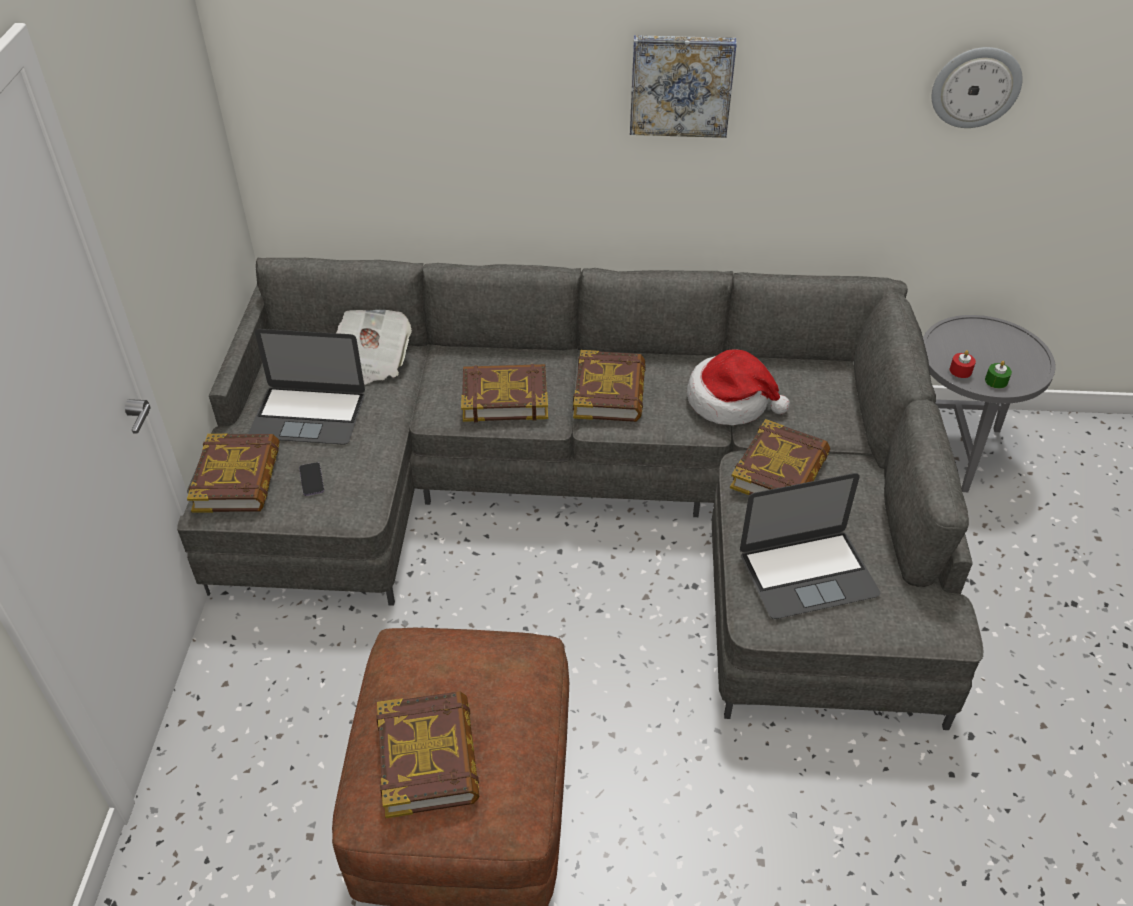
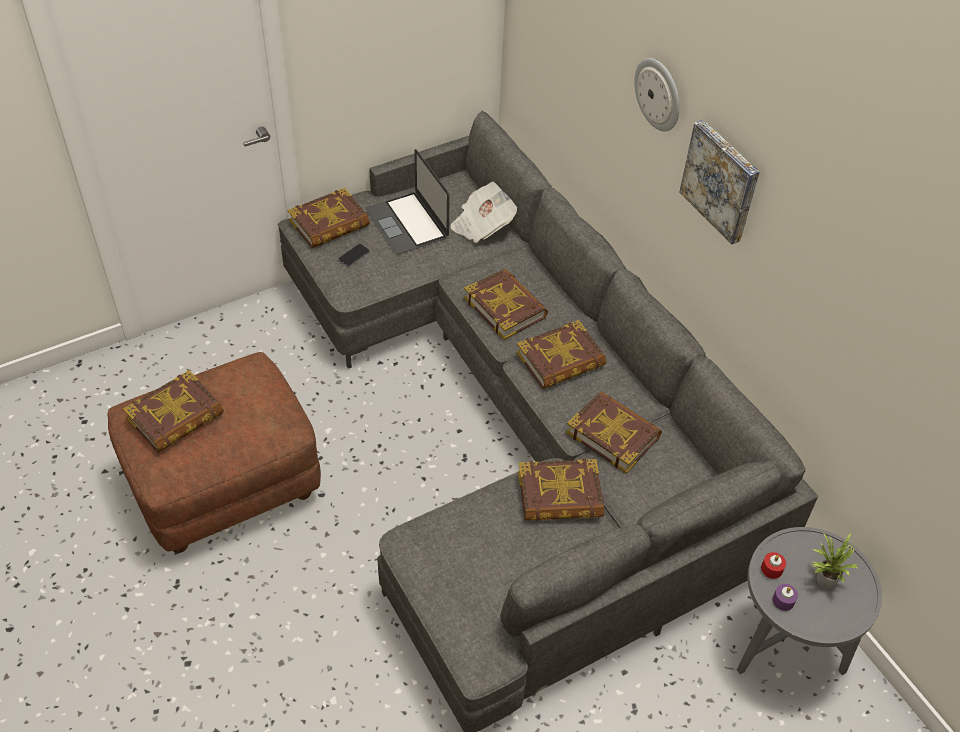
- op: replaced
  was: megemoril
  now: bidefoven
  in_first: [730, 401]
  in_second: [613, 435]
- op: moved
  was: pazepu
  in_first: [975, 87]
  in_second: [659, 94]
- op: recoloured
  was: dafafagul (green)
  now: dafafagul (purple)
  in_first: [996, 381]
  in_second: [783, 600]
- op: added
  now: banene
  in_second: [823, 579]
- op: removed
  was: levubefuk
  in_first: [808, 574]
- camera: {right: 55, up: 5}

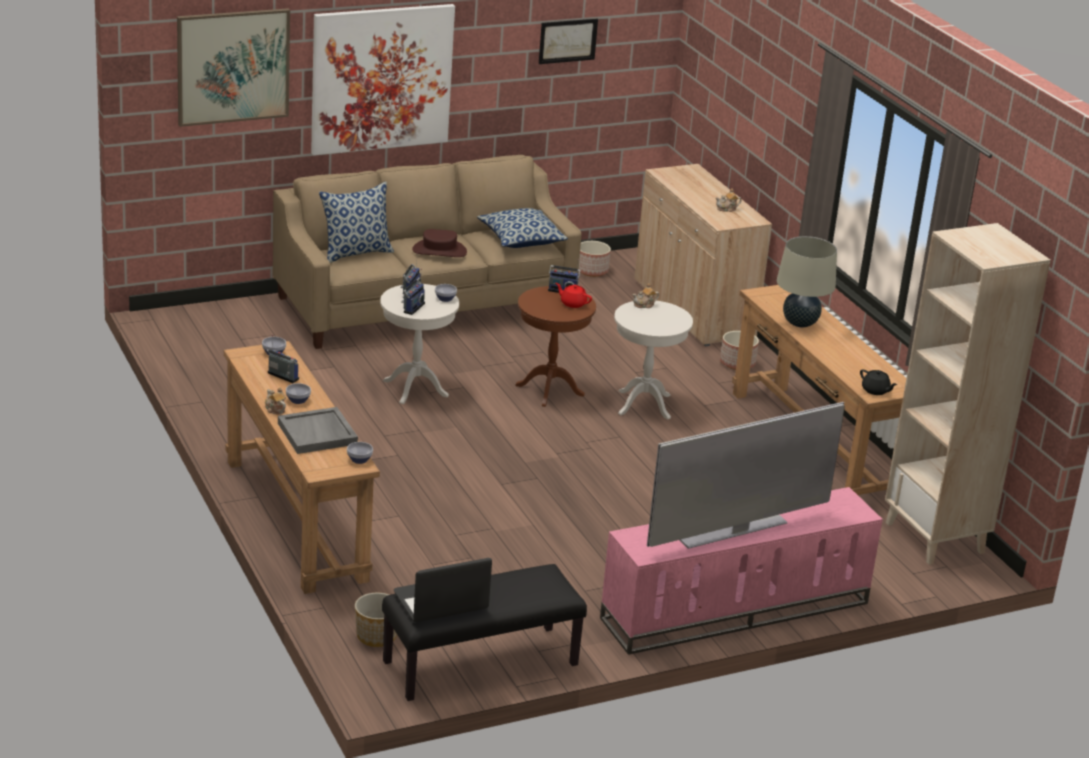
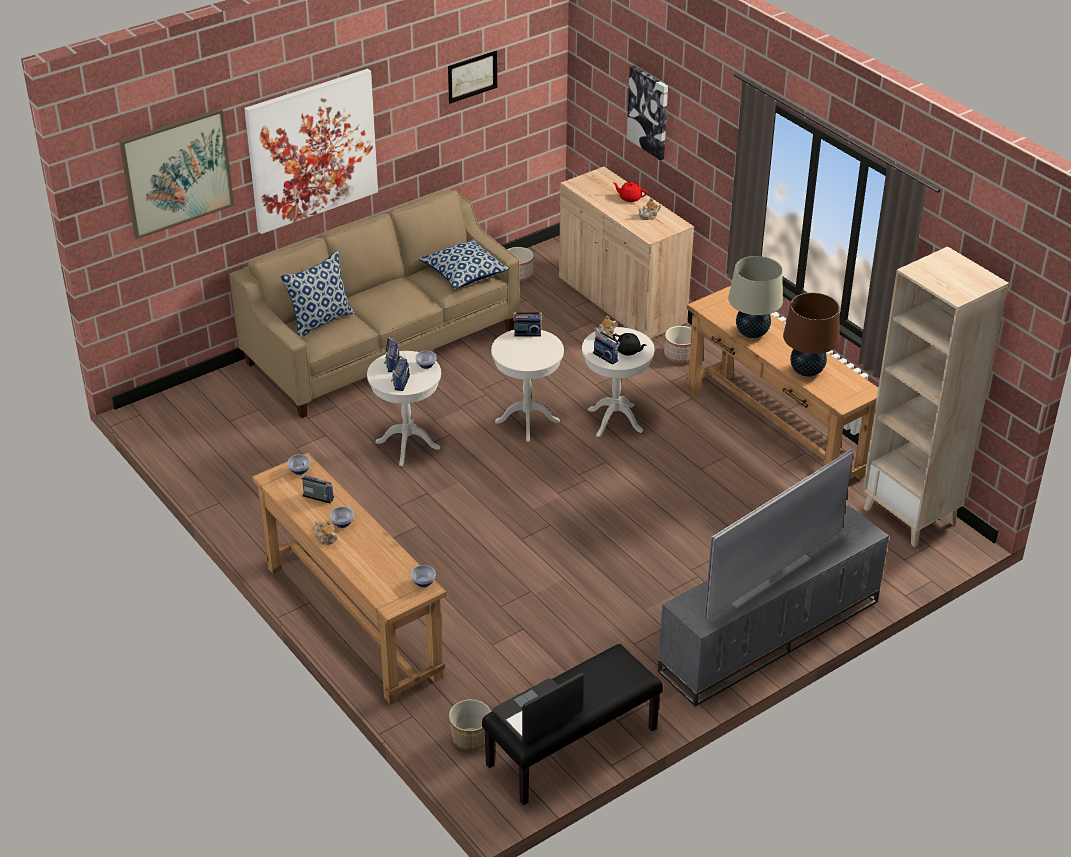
- op: recoloured
  was: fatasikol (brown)
  now: fatasikol (white)
  in_first: [550, 390]
  in_second: [527, 421]
- op: added
  now: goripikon
  in_second: [606, 356]
- op: moved
  was: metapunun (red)
  in_first: [573, 303]
  in_second: [629, 198]
- op: moved
  was: metapunun (black)
  in_first: [875, 391]
  in_second: [628, 351]
- op: added
  now: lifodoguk
  in_second: [649, 112]
- op: recoloured
  was: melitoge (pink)
  now: melitoge (grey)
  in_first: [734, 612]
  in_second: [769, 637]
- op: added
  now: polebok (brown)
  in_second: [807, 371]
- op: removed
  was: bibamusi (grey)
  in_first: [318, 434]
- op: removed
  was: megemoril (brown)
  in_first: [439, 251]
- camera: {right: -10, up: 10}

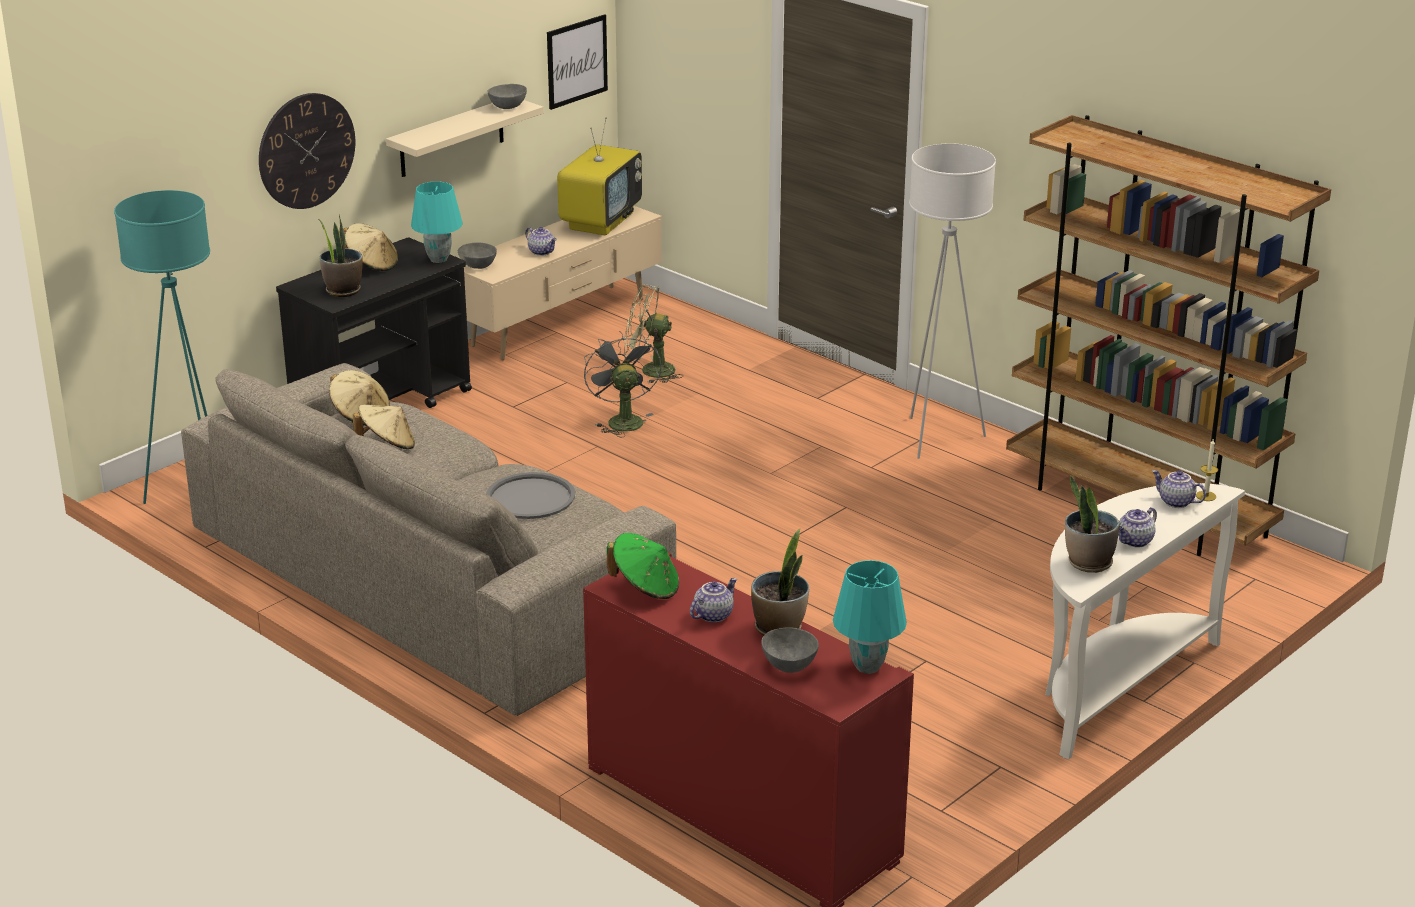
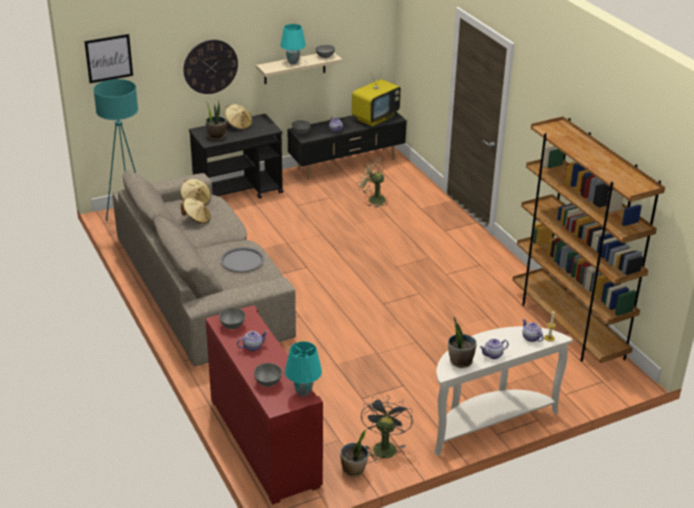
- op: moved
  was: lifodoguk
  in_first: [576, 61]
  in_second: [109, 58]
- op: replaced
  was: megemoril (green)
  now: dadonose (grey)
  in_first: [645, 587]
  in_second: [232, 325]
- op: moved
  was: polebok (turquoise)
  in_first: [439, 259]
  in_second: [293, 62]
- op: recoloured
  was: melitoge (beige)
  now: melitoge (black)
  in_first: [560, 323]
  in_second: [347, 165]
- op: moved
  was: banene
  in_first: [779, 629]
  in_second: [354, 470]
- op: moved
  was: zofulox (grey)
  in_first: [622, 420]
  in_second: [384, 446]
- op: removed
  was: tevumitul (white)
  in_first: [937, 438]
- camera: {right: 20, up: 5}

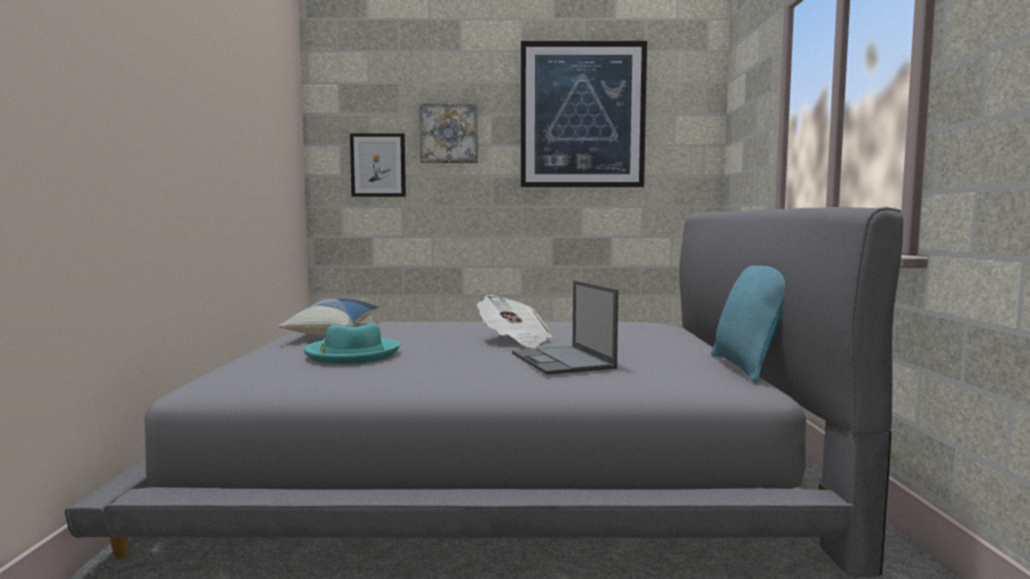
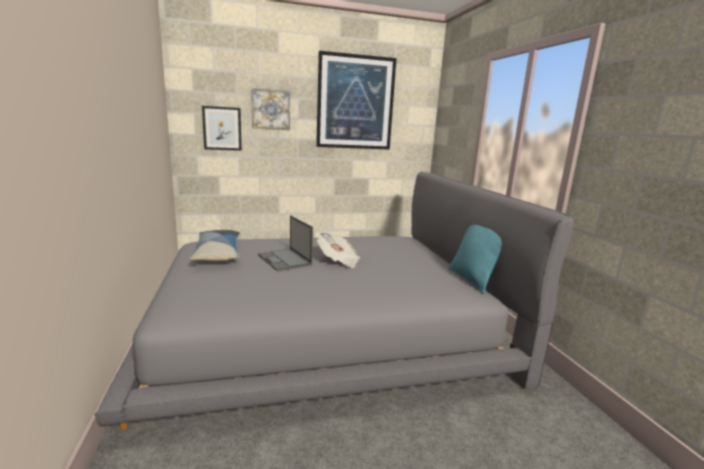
- op: moved
  was: levubefuk
  in_first: [563, 361]
  in_second: [285, 260]
- op: removed
  was: megemoril (turquoise)
  in_first: [352, 354]
- camera: {right: -15, up: 10}

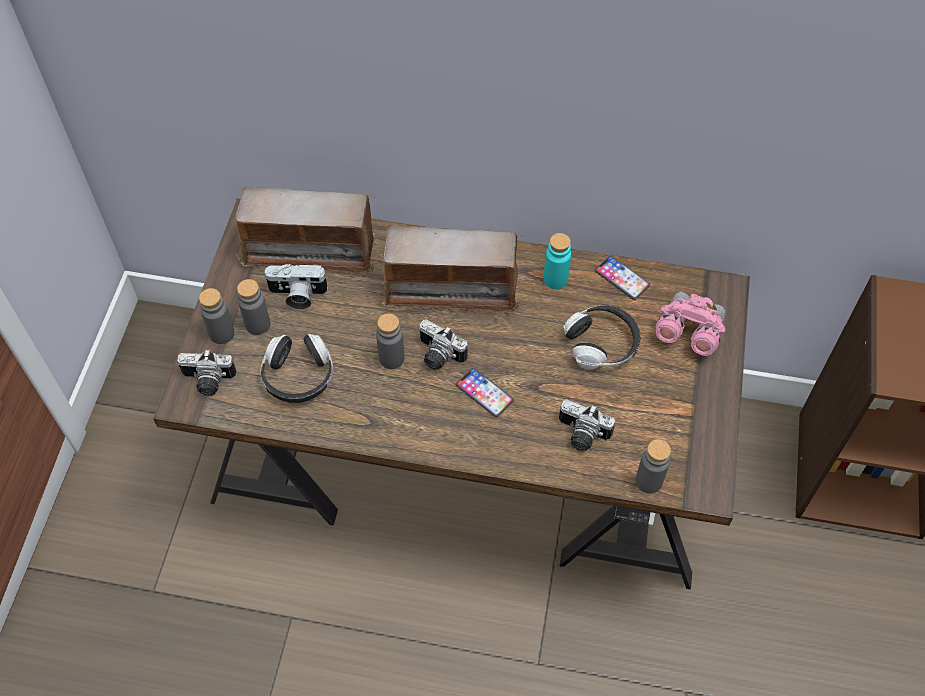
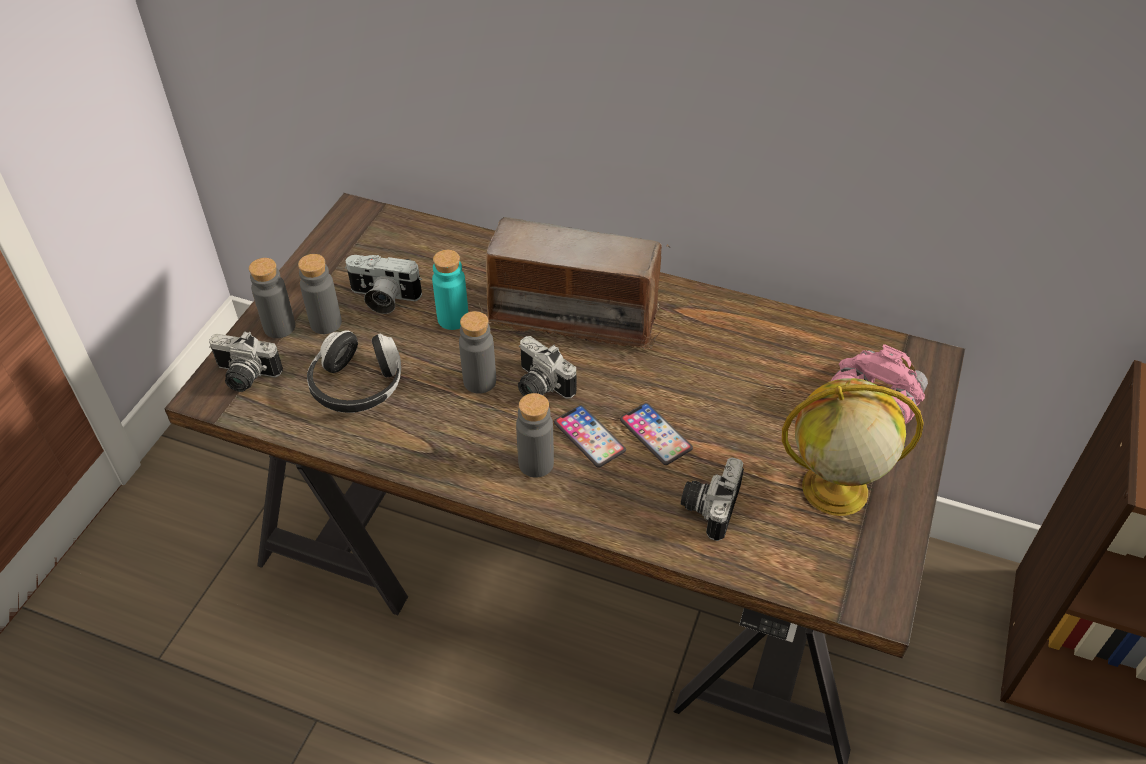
- op: moved
  was: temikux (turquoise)
  in_first: [555, 279]
  in_second: [453, 319]
- op: moved
  was: temikux (grey)
  in_first: [648, 481]
  in_second: [536, 463]
- op: moved
  was: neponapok
  in_first: [622, 278]
  in_second: [655, 434]
- op: turned
  was: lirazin
  in_first: [581, 435]
  in_second: [708, 506]
  clockwise: 75
- op: added
  now: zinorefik
  in_second: [832, 489]
- op: removed
  was: goripikon
  in_first: [311, 251]
- op: removed
  was: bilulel
  in_first: [601, 344]
- camera: {right: 10, up: -10}

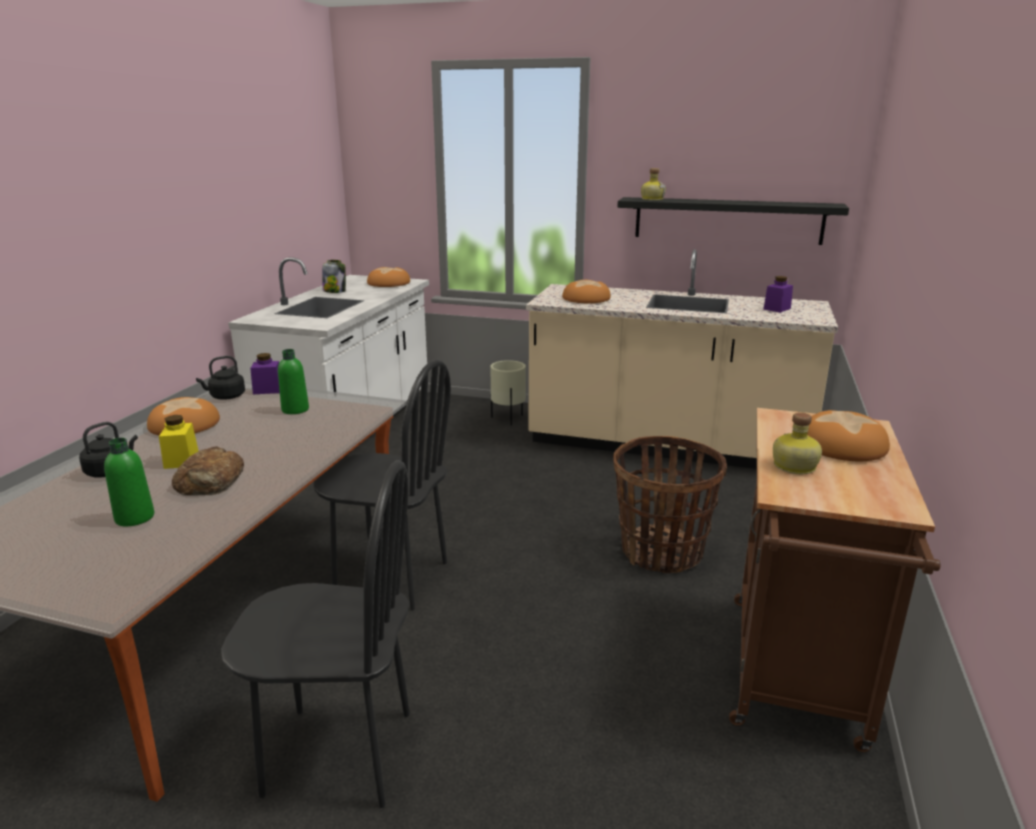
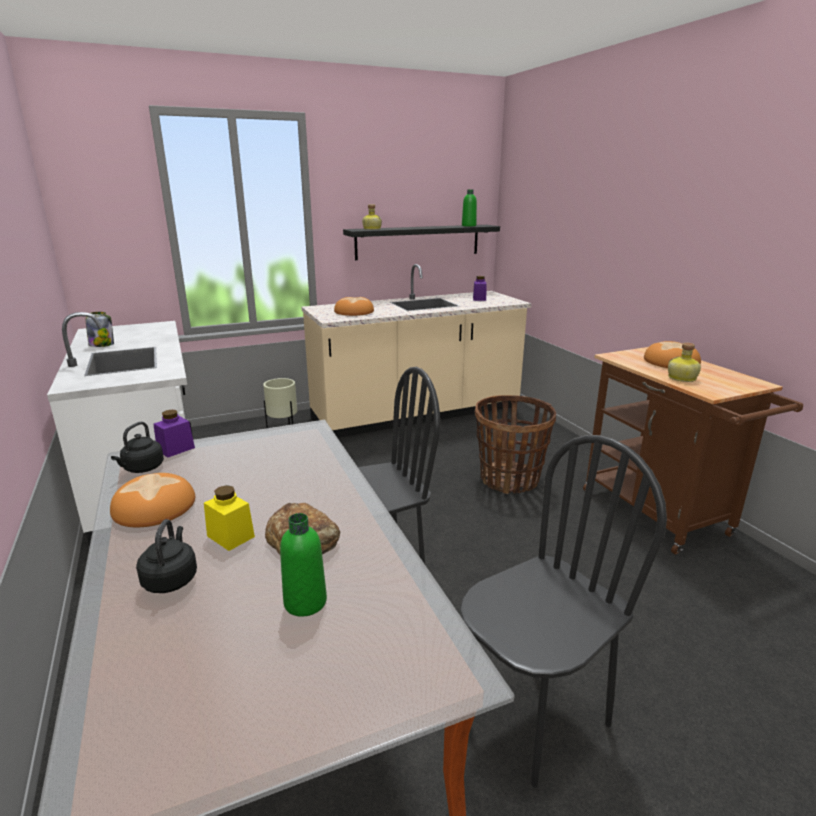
- op: moved
  was: temikux (green)
  in_first: [295, 410]
  in_second: [468, 226]
- op: removed
  was: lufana
  in_first: [389, 283]
- camera: {right: -40, up: 0}

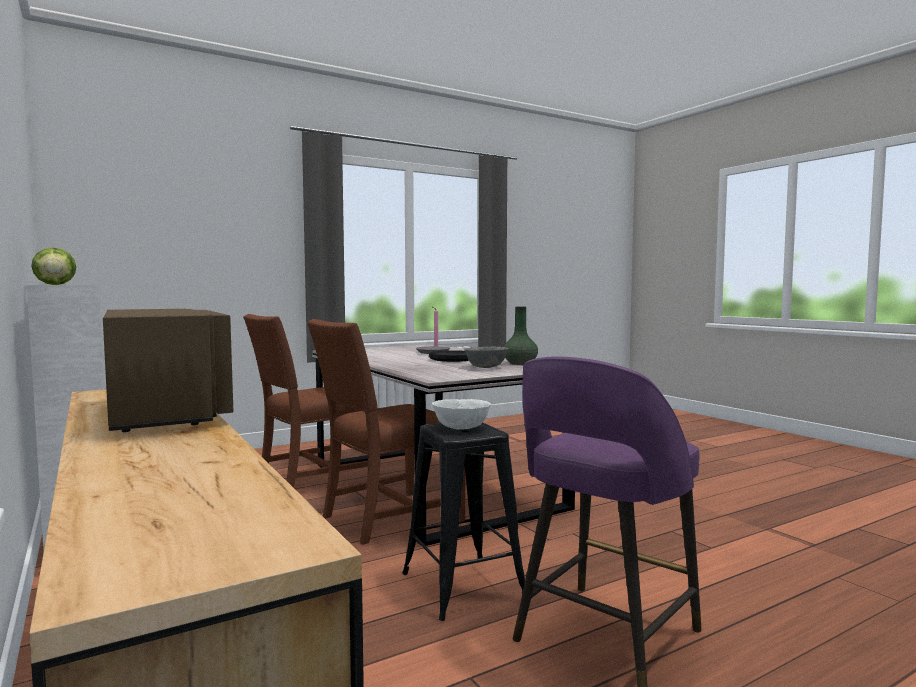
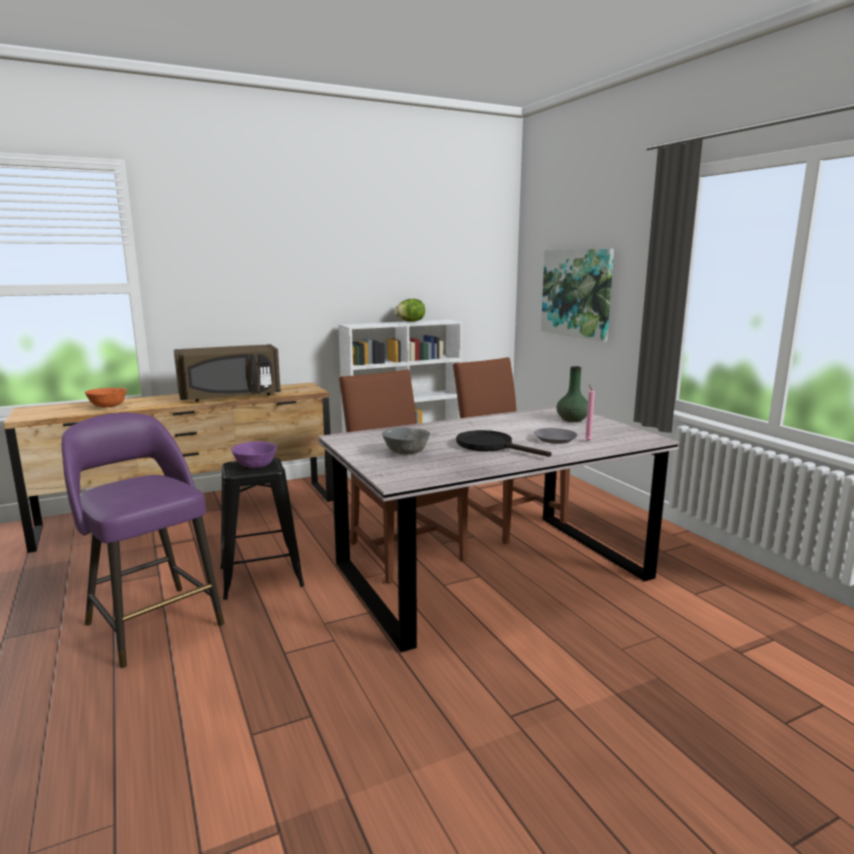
- op: added
  now: dadonose (orange)
  in_second: [108, 406]
- op: recoloured
  was: dadonose (white)
  now: dadonose (purple)
  in_first: [461, 428]
  in_second: [256, 466]
- op: added
  now: lifodoguk
  in_second: [577, 293]
- op: moved
  was: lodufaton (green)
  in_first: [520, 363]
  in_second: [572, 420]
- camera: {right: 95, up: 10}

